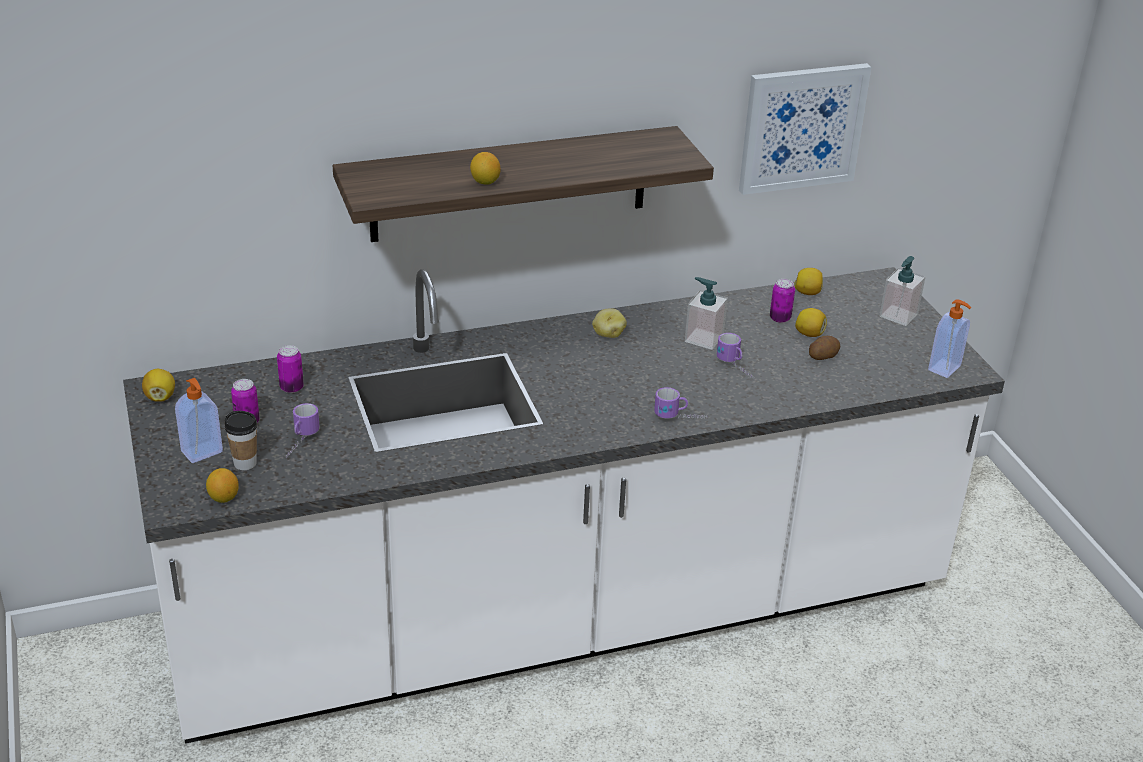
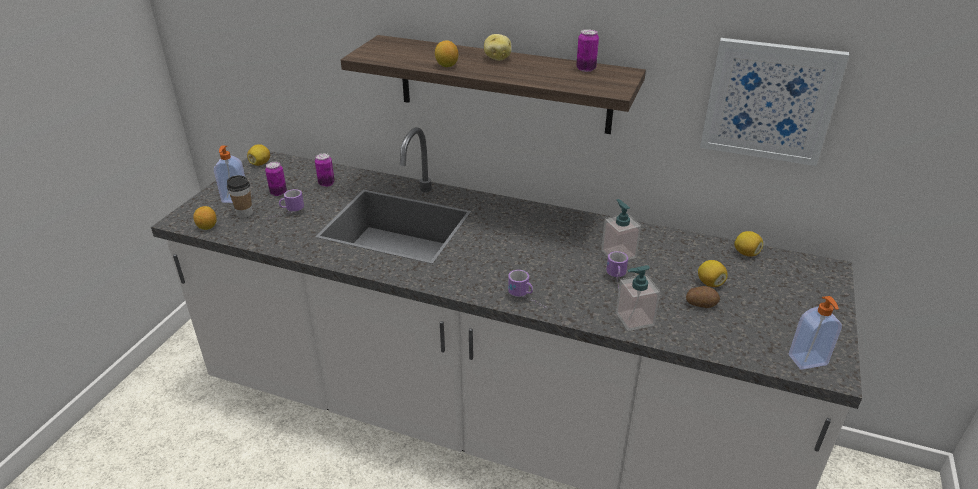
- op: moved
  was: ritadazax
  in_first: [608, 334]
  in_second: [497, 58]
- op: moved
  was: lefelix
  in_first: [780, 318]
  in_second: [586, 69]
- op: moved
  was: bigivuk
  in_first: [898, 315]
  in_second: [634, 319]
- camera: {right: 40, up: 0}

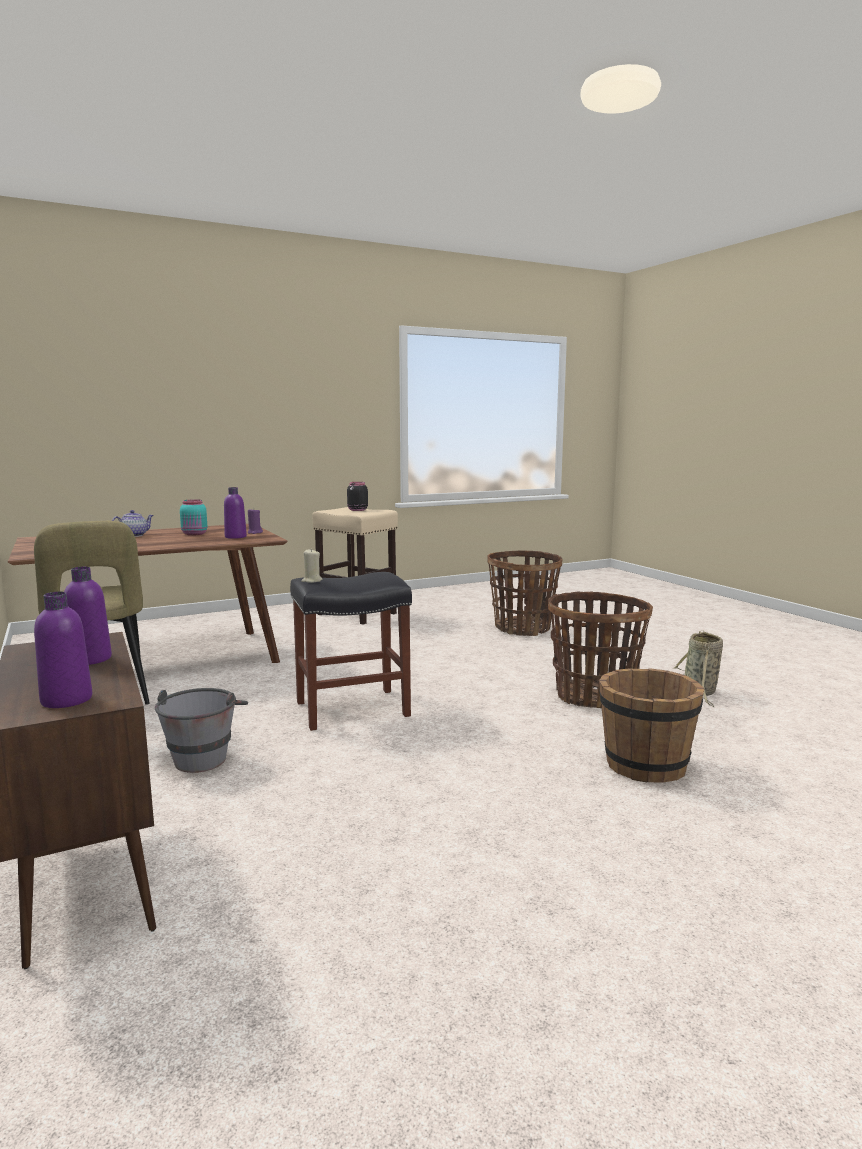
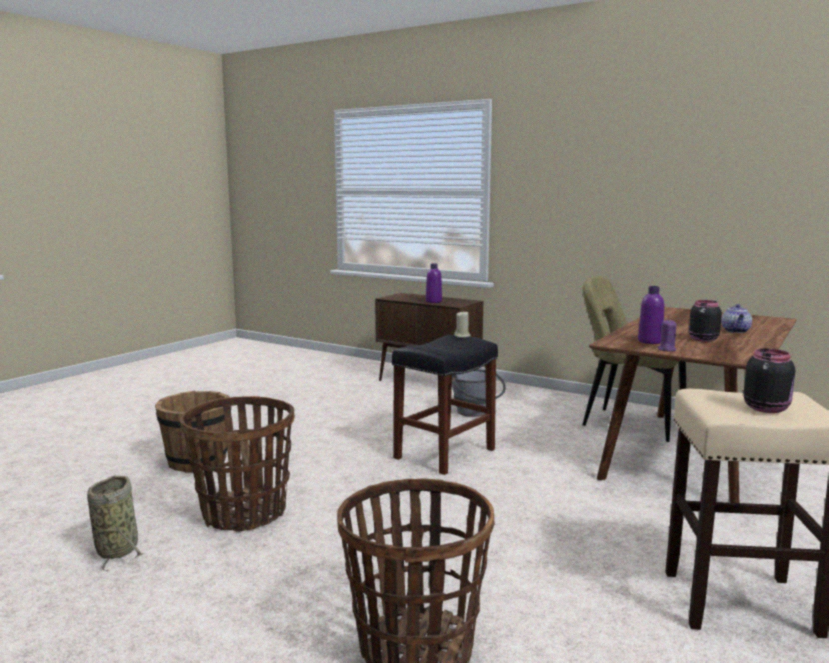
- op: recoloured
  was: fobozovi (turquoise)
  now: fobozovi (black)
  in_first: [195, 534]
  in_second: [702, 339]
- op: removed
  was: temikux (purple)
  in_first: [66, 700]
- camera: {right: 150, up: 0}

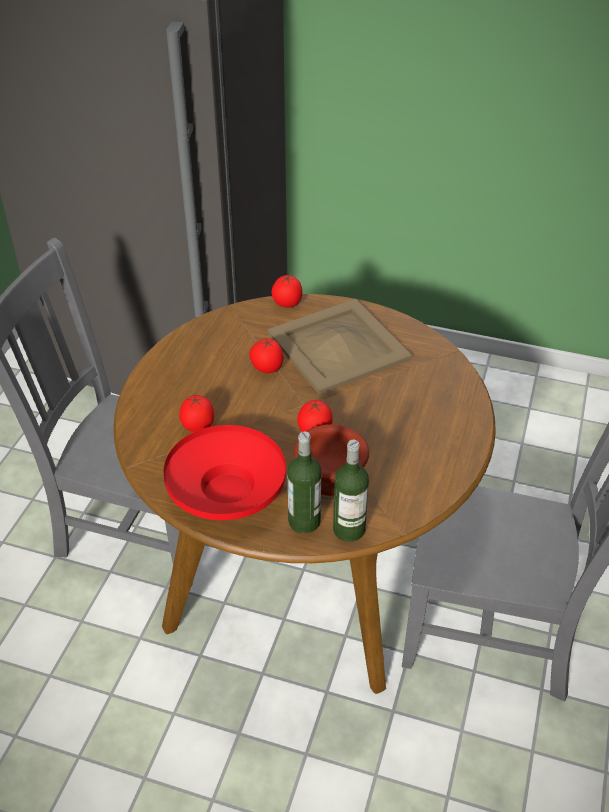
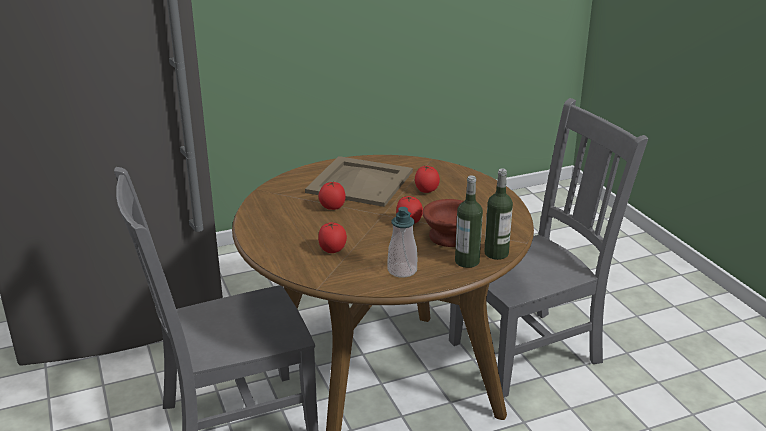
- op: replaced
  was: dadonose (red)
  now: bigivuk
  in_first: [227, 493]
  in_second: [402, 270]
- op: moved
  was: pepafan
  in_first: [287, 304]
  in_second: [426, 191]
- camera: {right: -40, up: -15}

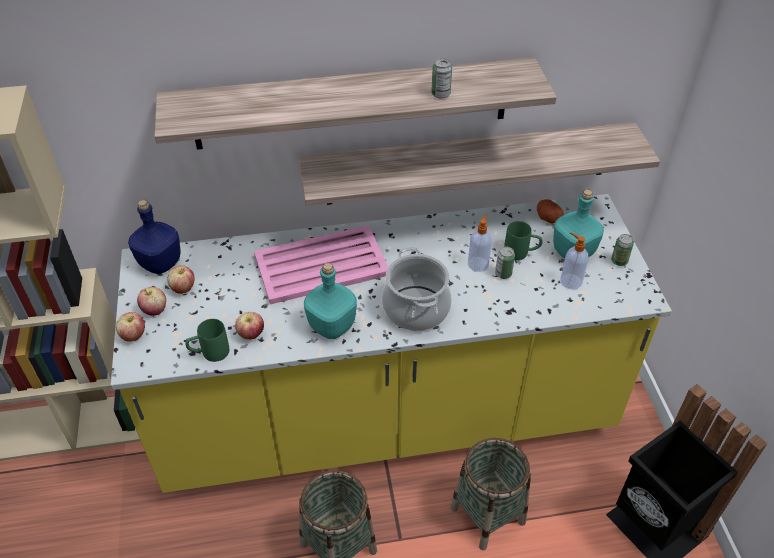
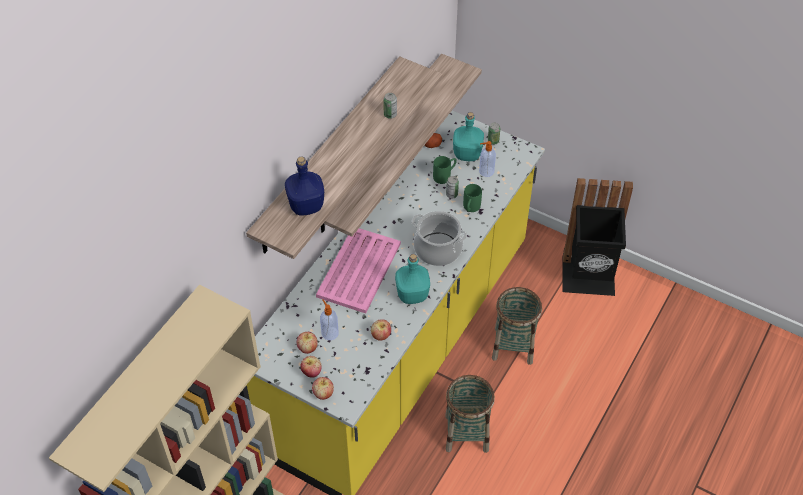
- op: moved
  was: temikux (blue)
  in_first: [161, 262]
  in_second: [306, 205]
- op: moved
  was: bigivuk
  in_first: [478, 264]
  in_second: [329, 333]
- op: moved
  was: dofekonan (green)
  in_first: [209, 353]
  in_second: [470, 209]
- camera: {right: -50, up: 5}

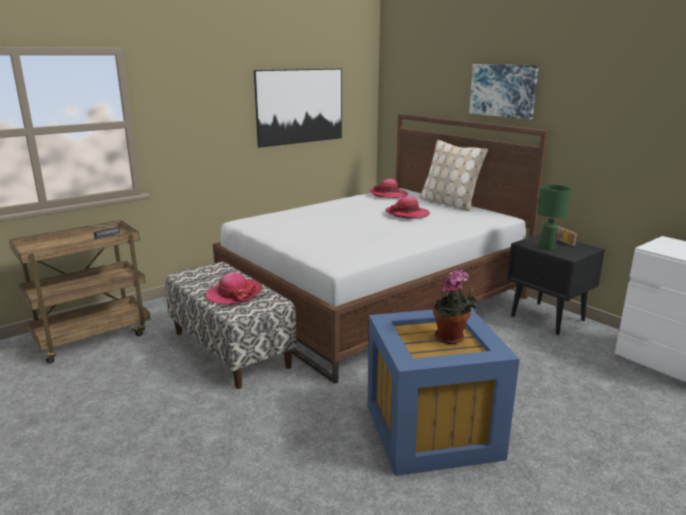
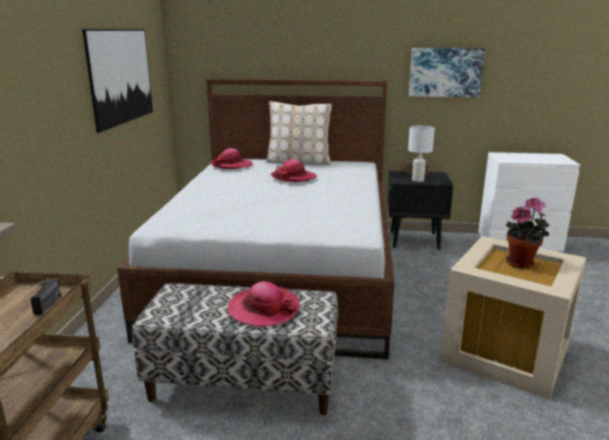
- op: recoloured
  was: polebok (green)
  now: polebok (white)
  in_first: [547, 248]
  in_second: [418, 180]
- op: moved
  was: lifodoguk
  in_first: [503, 90]
  in_second: [445, 72]
- op: recoloured
  was: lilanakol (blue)
  now: lilanakol (beige)
  in_first: [429, 430]
  in_second: [503, 353]
- camera: {right: -45, up: 0}

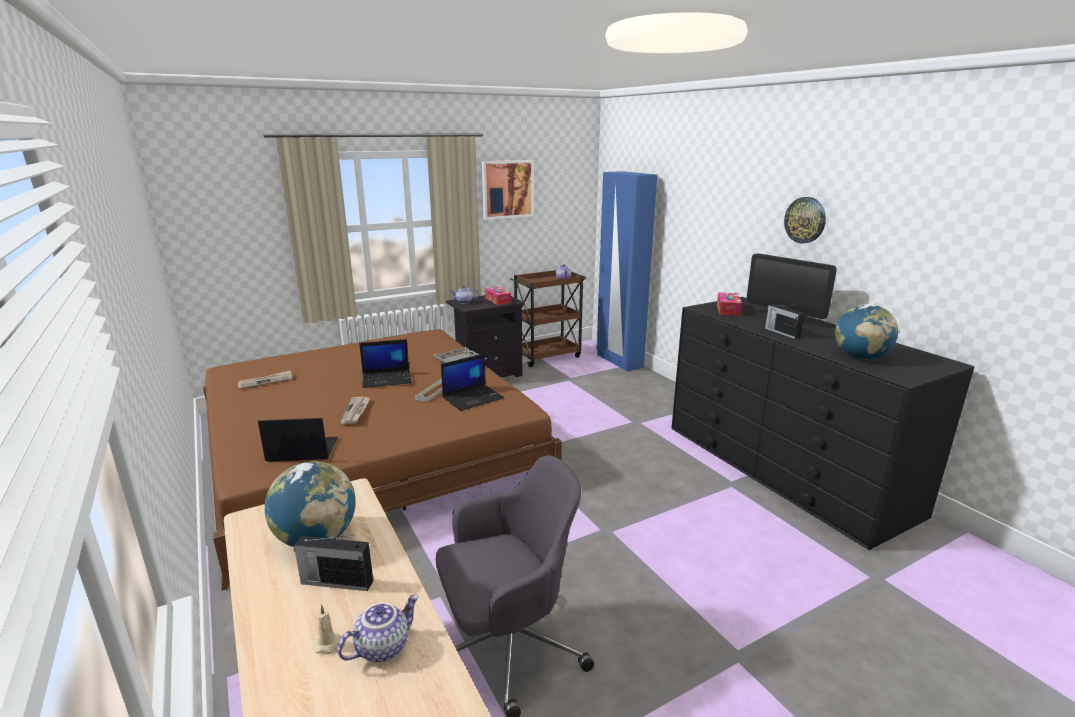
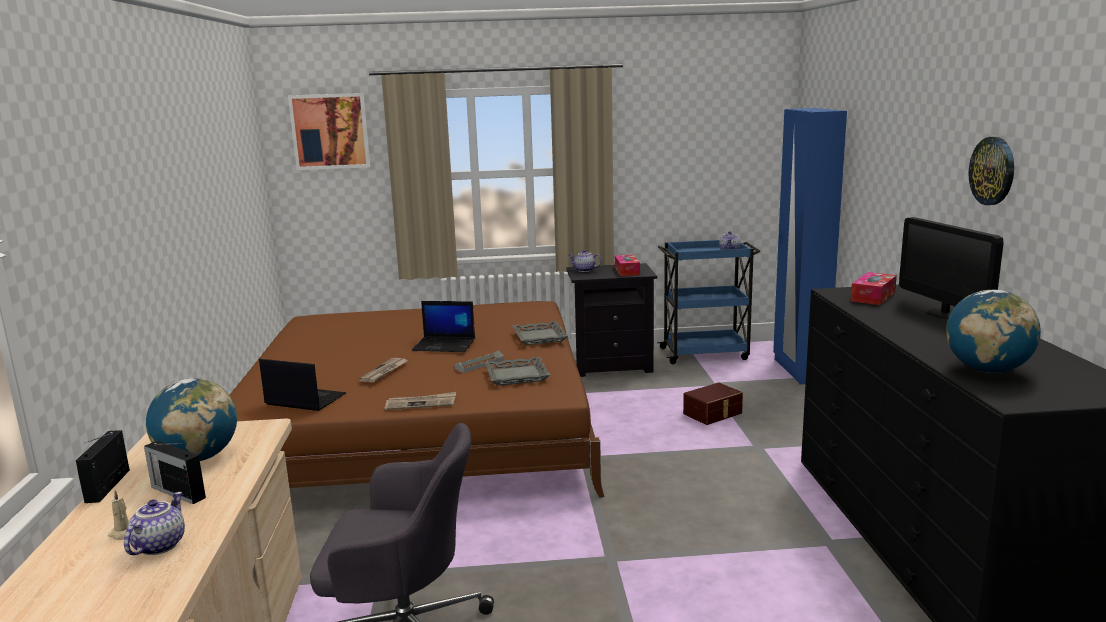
- op: moved
  was: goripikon
  in_first: [781, 332]
  in_second: [109, 485]
- op: turned
  was: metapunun
  in_first: [382, 646]
  in_second: [158, 545]
  clockwise: -60
- op: moved
  was: lifodoguk
  in_first: [507, 189]
  in_second: [330, 131]
- op: moved
  was: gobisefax
  in_first: [265, 381]
  in_second: [421, 403]
- op: replaced
  was: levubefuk
  now: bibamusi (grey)
  in_first: [473, 398]
  in_second: [517, 375]
- op: recoloured
  was: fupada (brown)
  now: fupada (blue)
  in_first: [547, 356]
  in_second: [705, 353]
- op: added
  now: lilanakol (brown)
  in_second: [713, 414]
- camera: {right: 25, up: -5}

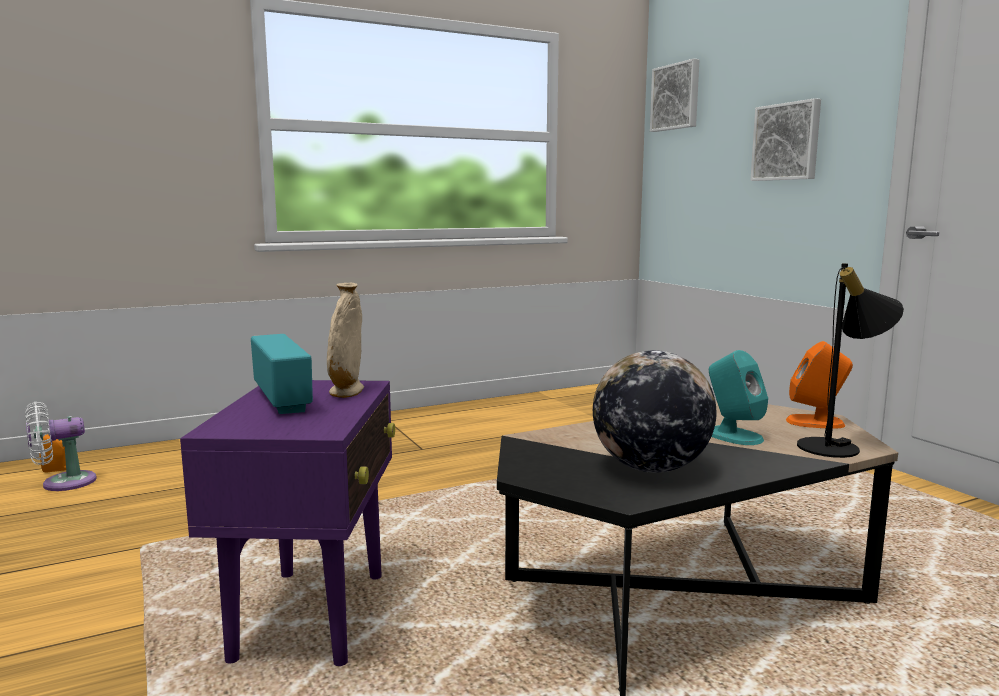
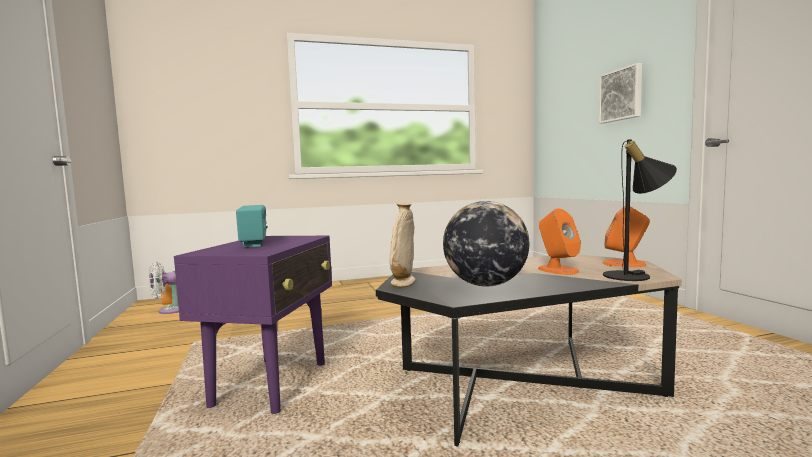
- op: moved
  was: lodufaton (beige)
  in_first: [347, 392]
  in_second: [403, 283]
- op: recoloured
  was: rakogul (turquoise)
  now: rakogul (orange)
  in_first: [733, 436]
  in_second: [557, 270]
- op: removed
  was: lifodoguk
  in_first: [676, 97]
- camera: {right: 10, up: -5}

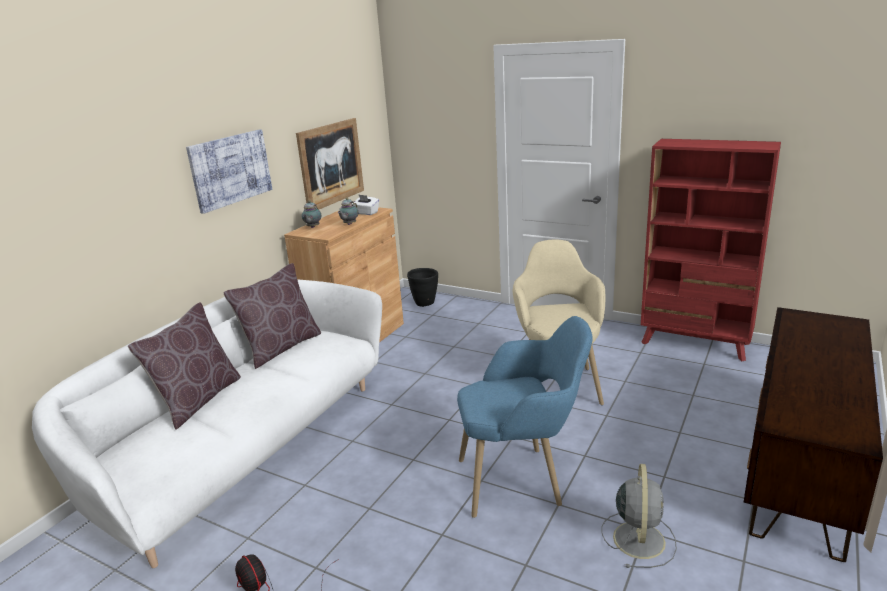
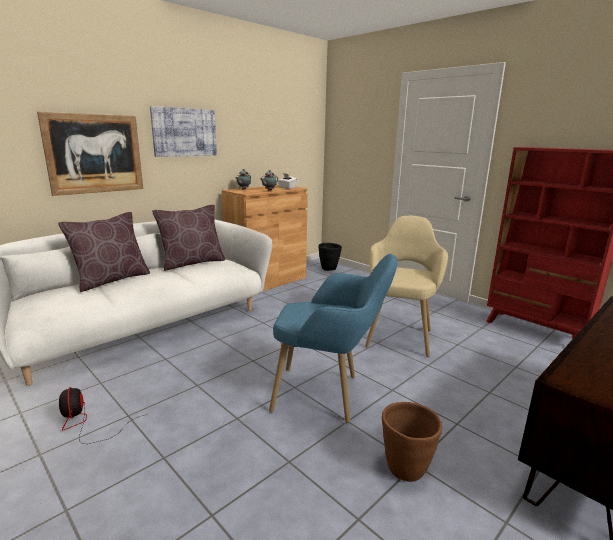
- op: moved
  was: lifodoguk
  in_first: [331, 164]
  in_second: [94, 154]
- op: replaced
  was: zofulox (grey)
  now: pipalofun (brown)
  in_first: [638, 538]
  in_second: [405, 469]
- camera: {right: 15, up: -5}

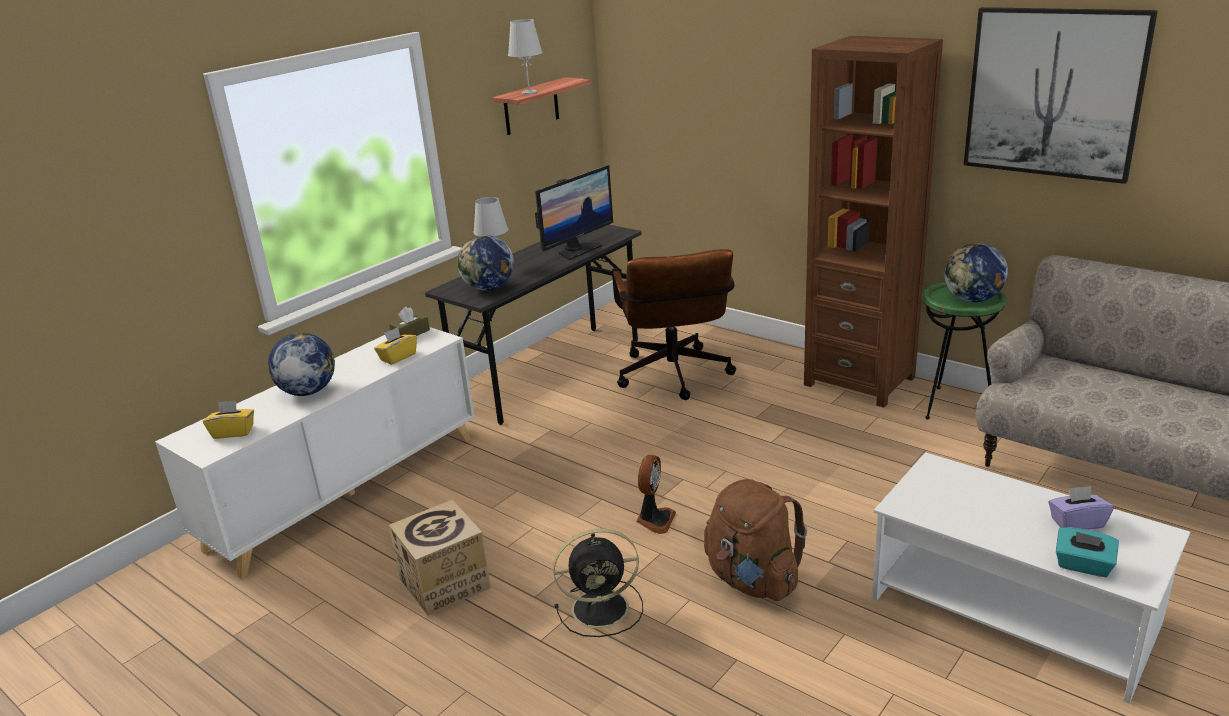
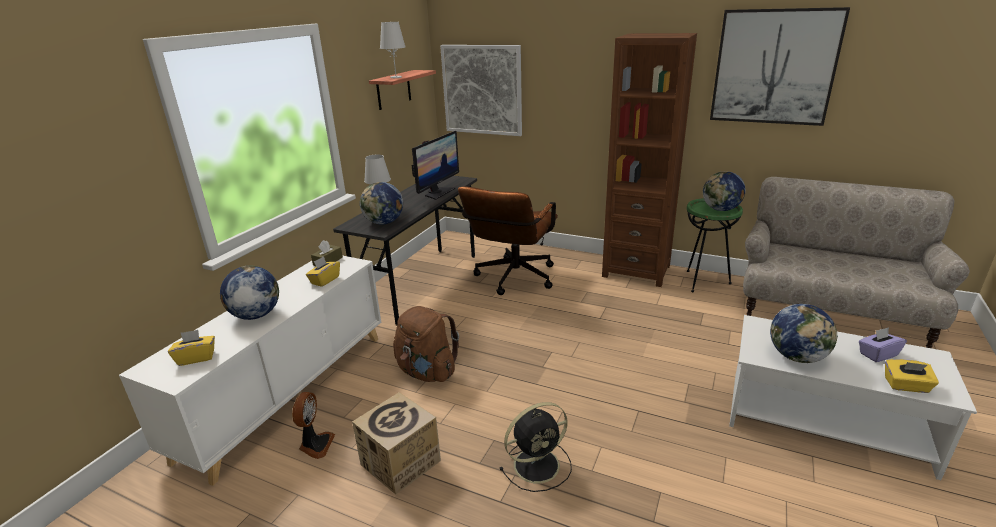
- op: moved
  was: zofulox
  in_first: [654, 520]
  in_second: [315, 445]
- op: moved
  was: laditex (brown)
  in_first: [752, 580]
  in_second: [427, 372]
- op: added
  now: lifodoguk
  in_second: [482, 90]
- op: turned
  was: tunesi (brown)
  in_first: [675, 378]
  in_second: [512, 280]
  clockwise: 45
- op: added
  now: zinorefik
  in_second: [797, 357]
- op: recoloured
  was: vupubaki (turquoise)
  now: vupubaki (yellow)
  in_first: [1083, 566]
  in_second: [906, 386]
- camera: {right: -15, up: 0}

